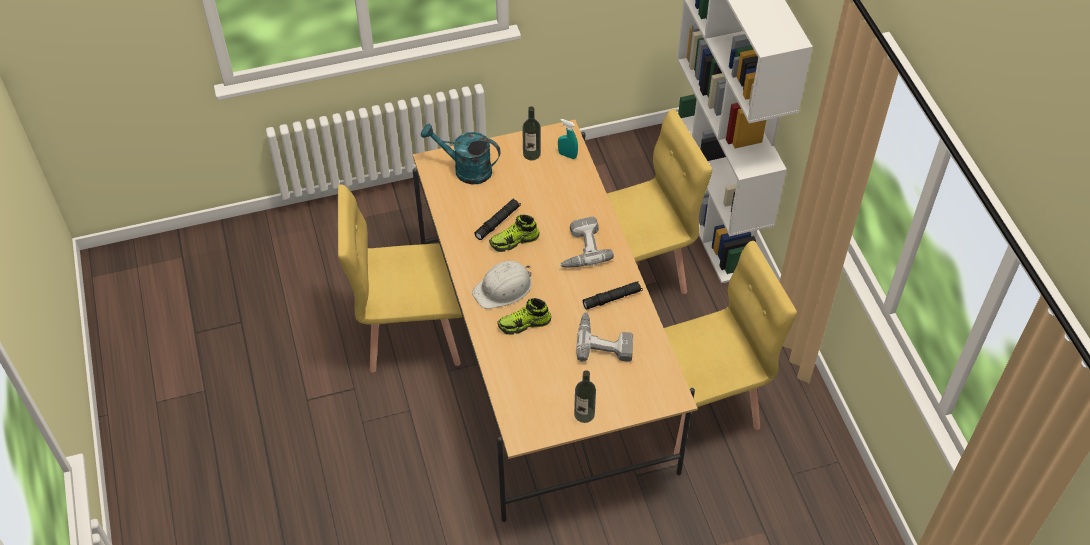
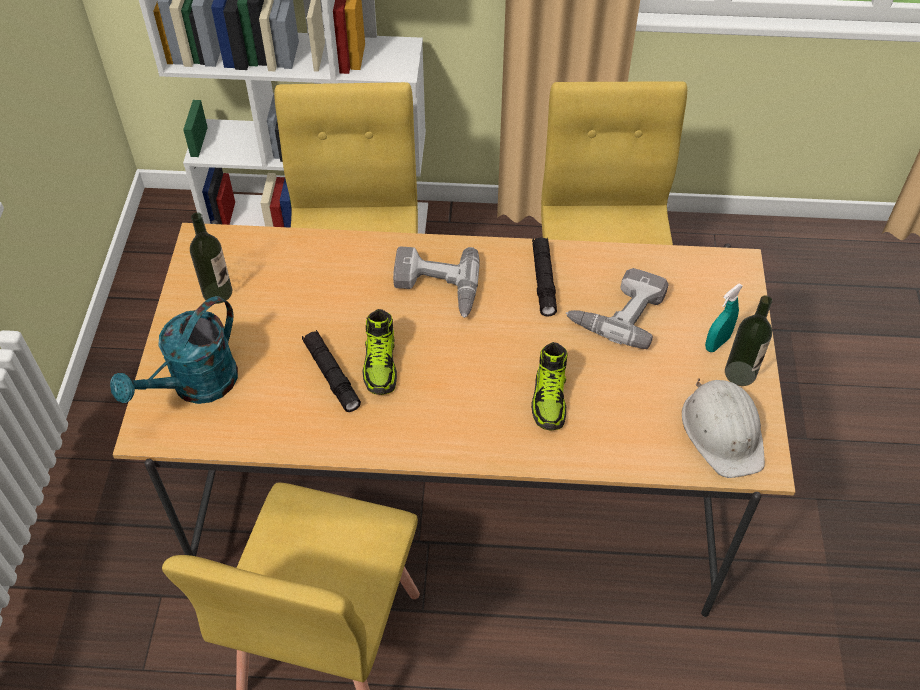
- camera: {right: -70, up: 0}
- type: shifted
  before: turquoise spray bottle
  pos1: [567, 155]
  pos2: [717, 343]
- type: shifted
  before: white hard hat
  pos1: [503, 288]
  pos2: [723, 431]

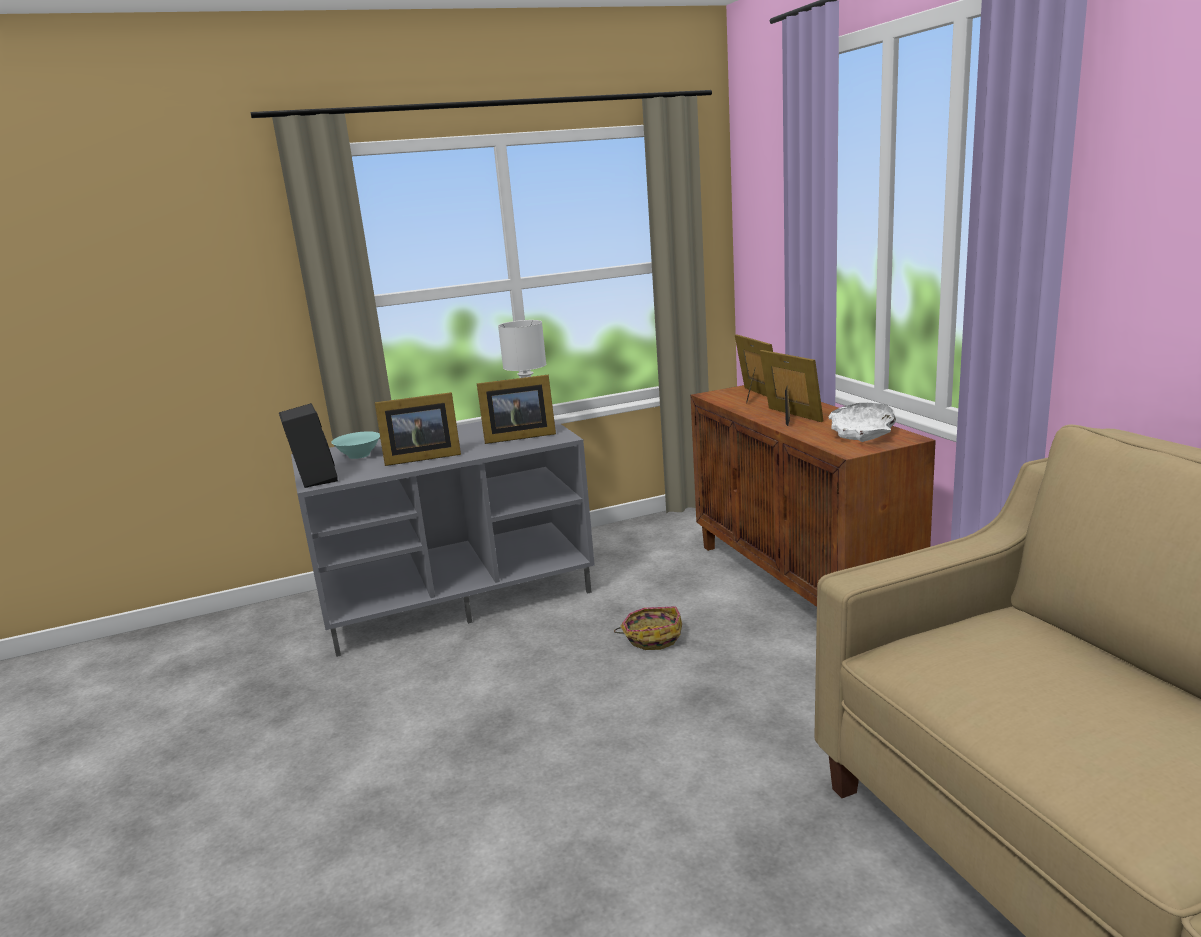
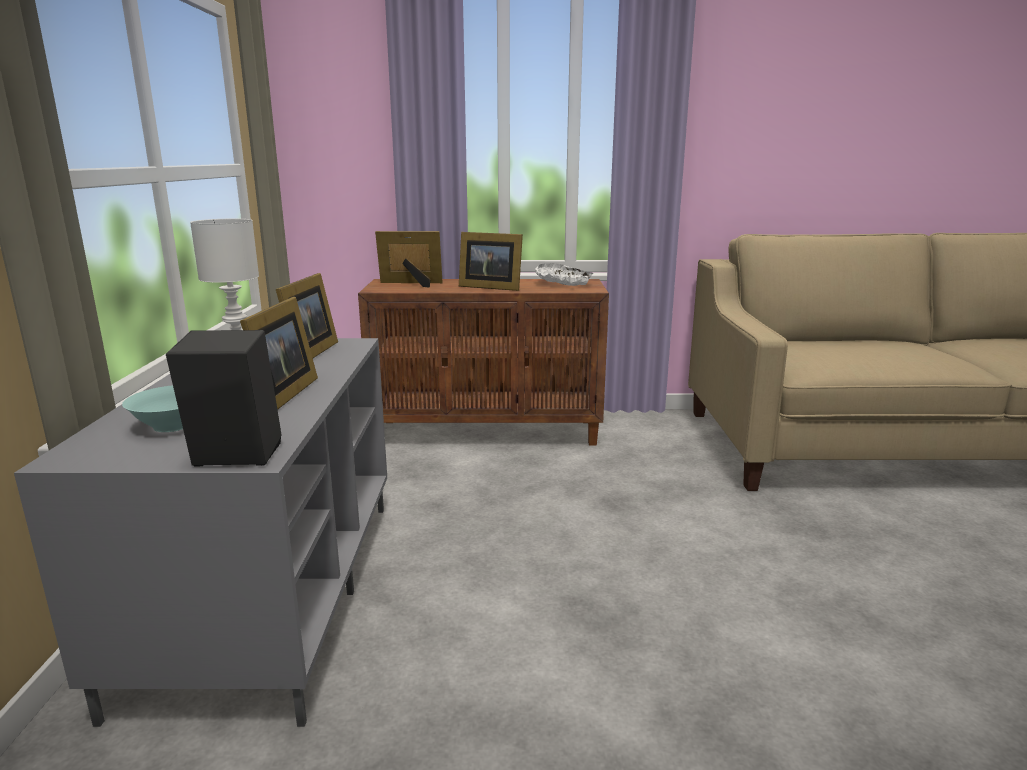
- camera: {right: -70, up: 0}
- type: rotated
  before: picture frame
  pos1: [789, 417]
  pos2: [489, 287]
  turn: -150
- type: gone
  before: basket
  pos1: [652, 637]

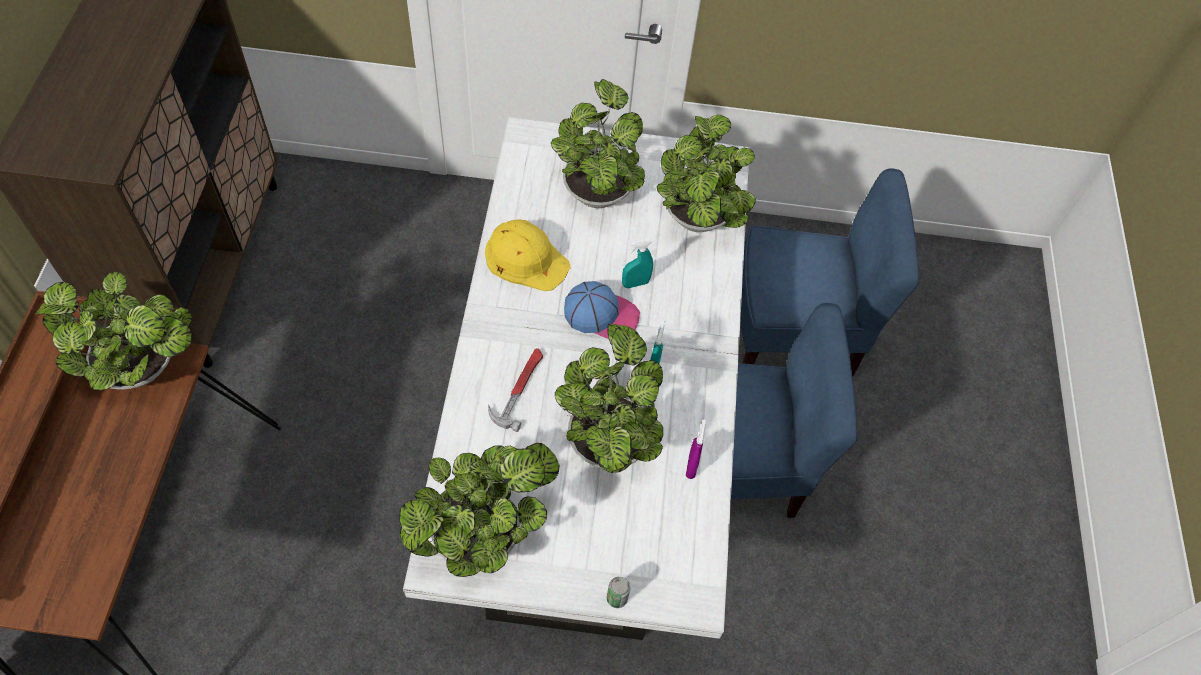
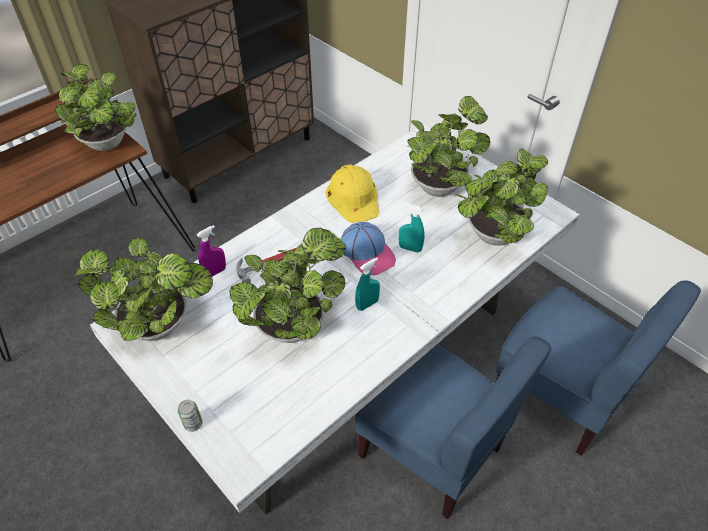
- camera: {right: 45, up: -10}
- type: shifted
  before: purple spray bottle
  pos1: [691, 466]
  pos2: [215, 272]

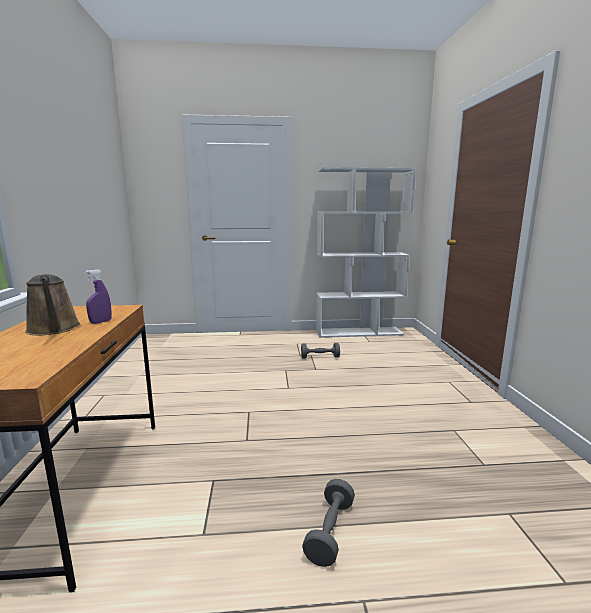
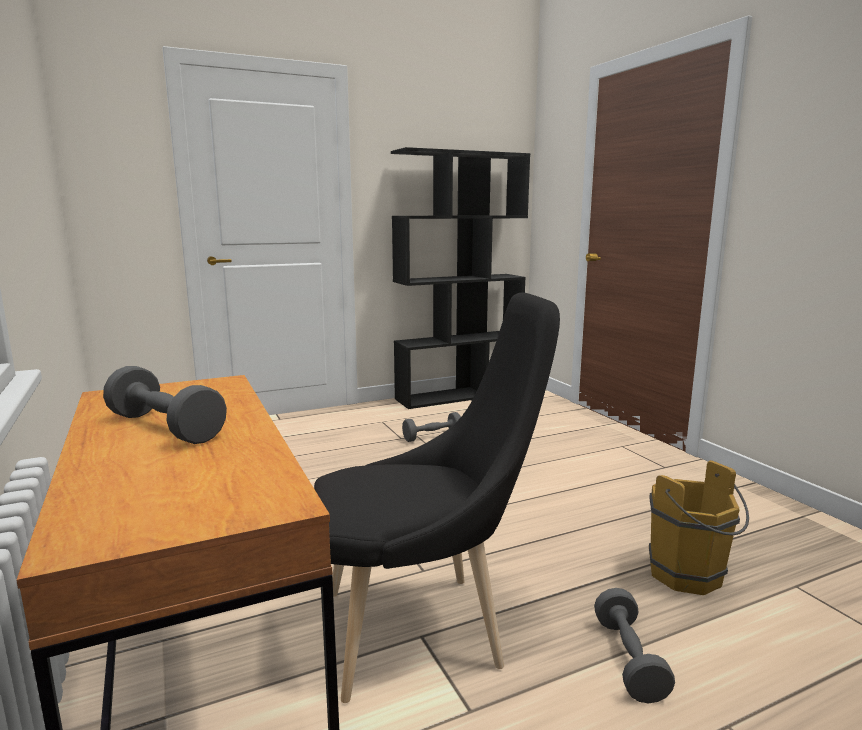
- camera: {right: -20, up: 0}
- type: repainted
  before: white bookcase
  after: black bookcase
  pos1: [359, 332]
  pos2: [459, 395]
- type: gone
  before: purple spray bottle
  pos1: [100, 322]
- type: swapped
  before: brown watering can
  after: grey dumbbell
  pos1: [54, 329]
  pos2: [165, 428]
- type: new
  after: black chair
  pos2: [425, 629]
- type: new
  after: brown bucket
  pos2: [689, 577]

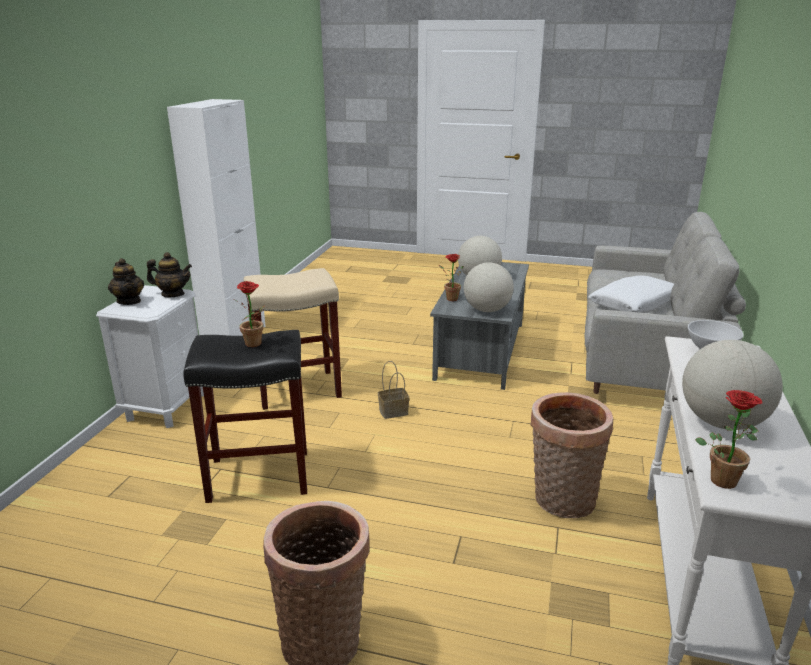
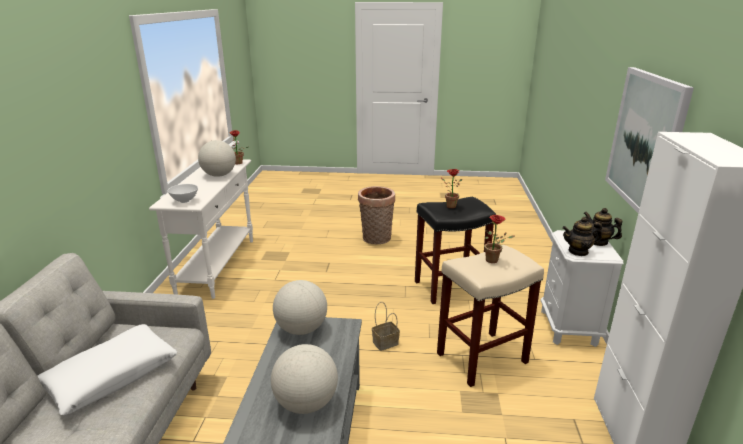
- camera: {right: 170, up: 0}
- type: shifted
  before: potted plant
  pos1: [449, 298]
  pos2: [494, 260]
- type: gone
  before: basket
  pos1: [561, 501]
- type: new
  after: picture
  pos2: [645, 141]

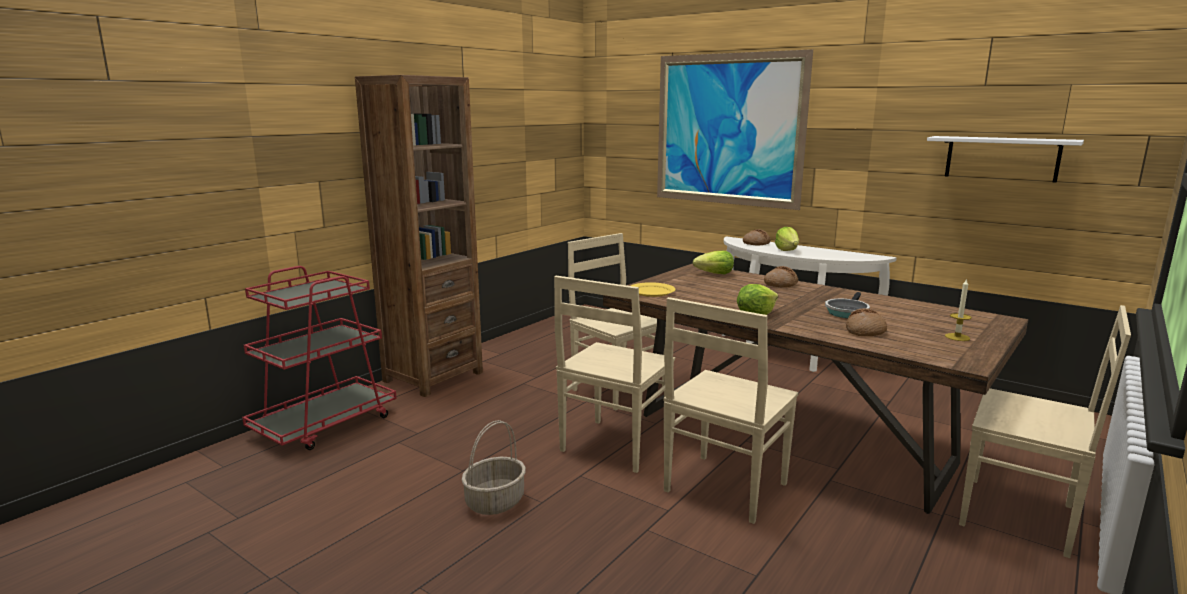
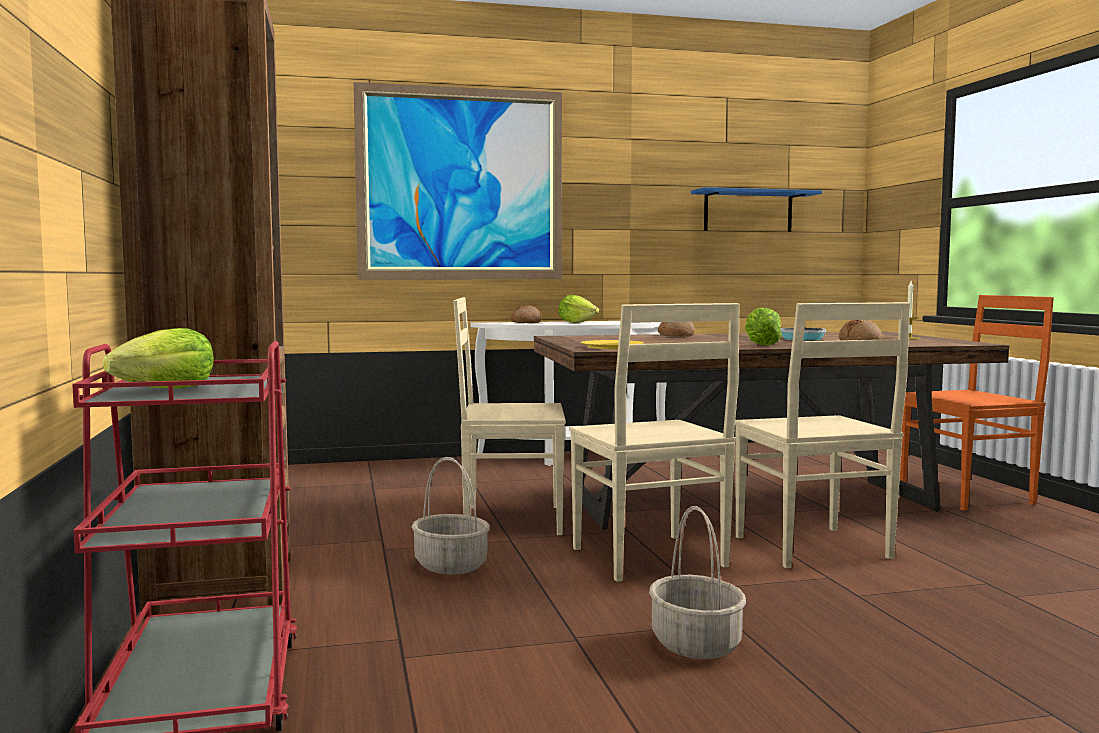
- camera: {right: -50, up: -10}
- type: repainted
  before: white shelf
  after: blue shelf
  pos1: [1001, 158]
  pos2: [748, 211]
- type: shifted
  before: lettuce
  pos1: [715, 274]
  pos2: [166, 390]
- type: repainted
  before: beige chair
  after: orange chair
  pos1: [1021, 517]
  pos2: [968, 495]
- type: new
  after: basket
  pos2: [450, 565]

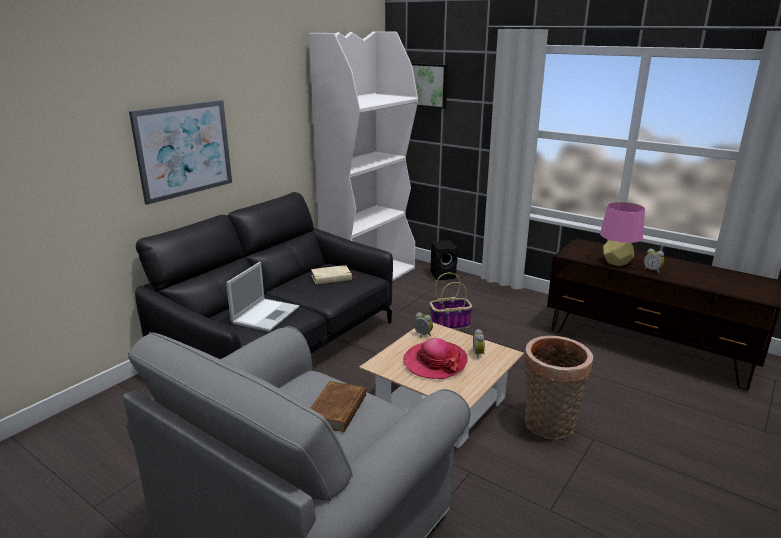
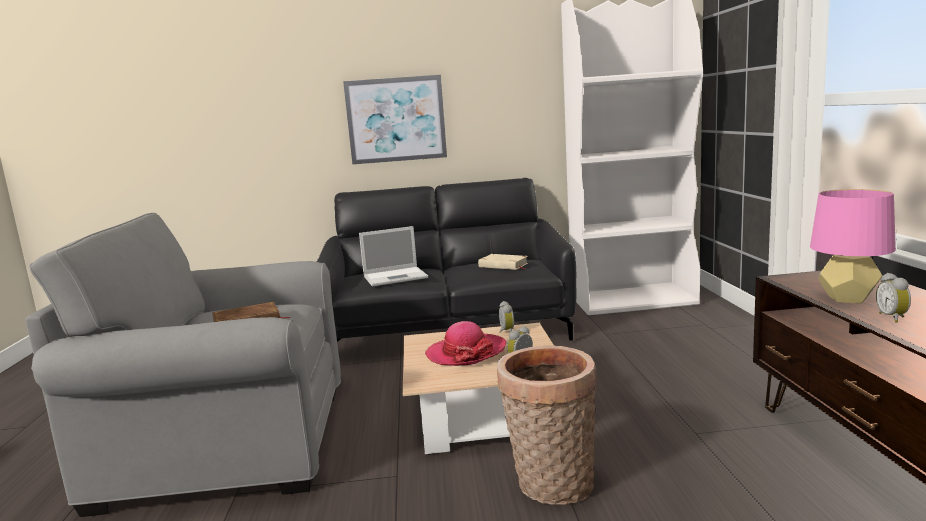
- camera: {right: 50, up: -10}
- type: gone
  before: picture
  pos1: [429, 85]
- type: gone
  before: black speaker
  pos1: [444, 275]
- type: gone
  before: basket
  pos1: [450, 324]

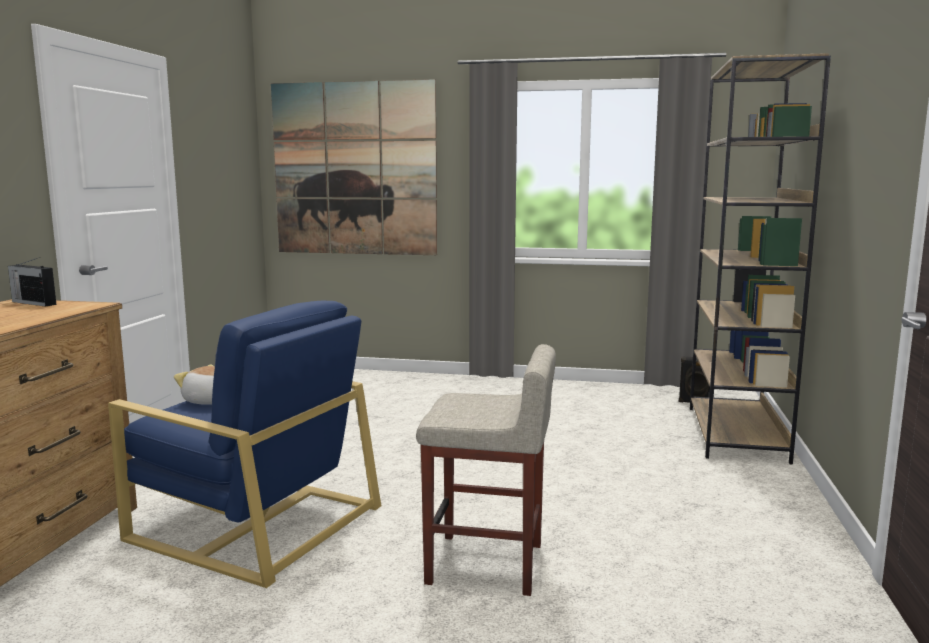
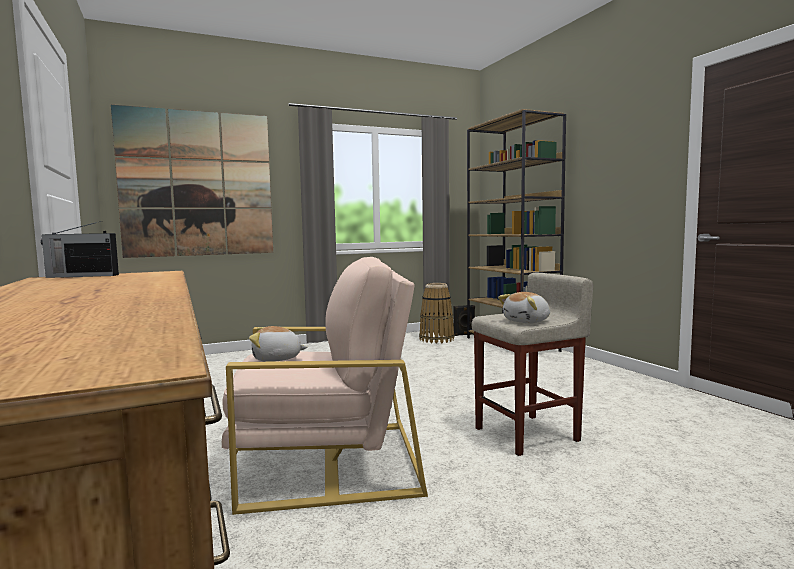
- camera: {right: -35, up: -5}
- type: repainted
  before: blue armchair
  after: beige armchair
  pos1: [254, 522]
  pos2: [328, 462]
- type: new
  after: basket
  pos2: [437, 339]
- type: new
  after: plush toy
  pos2: [527, 321]

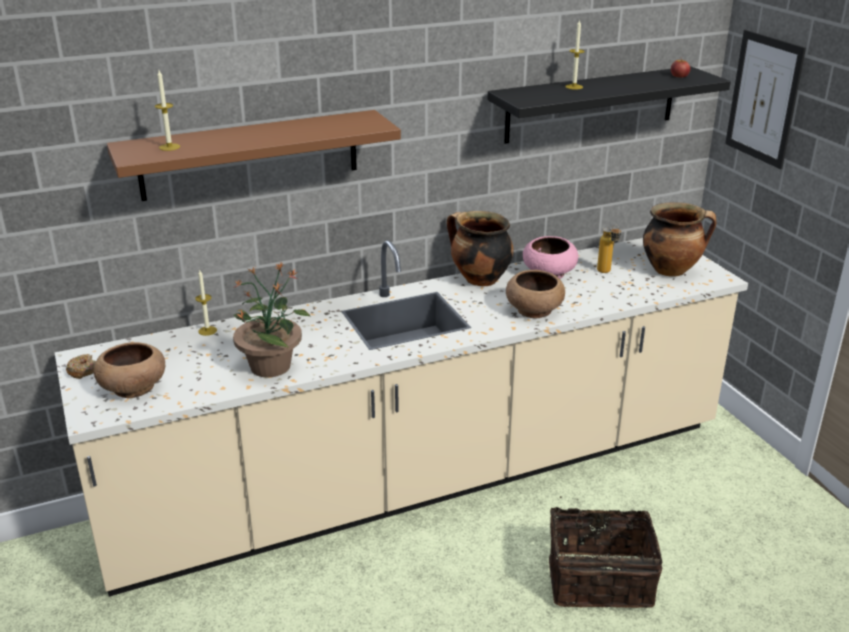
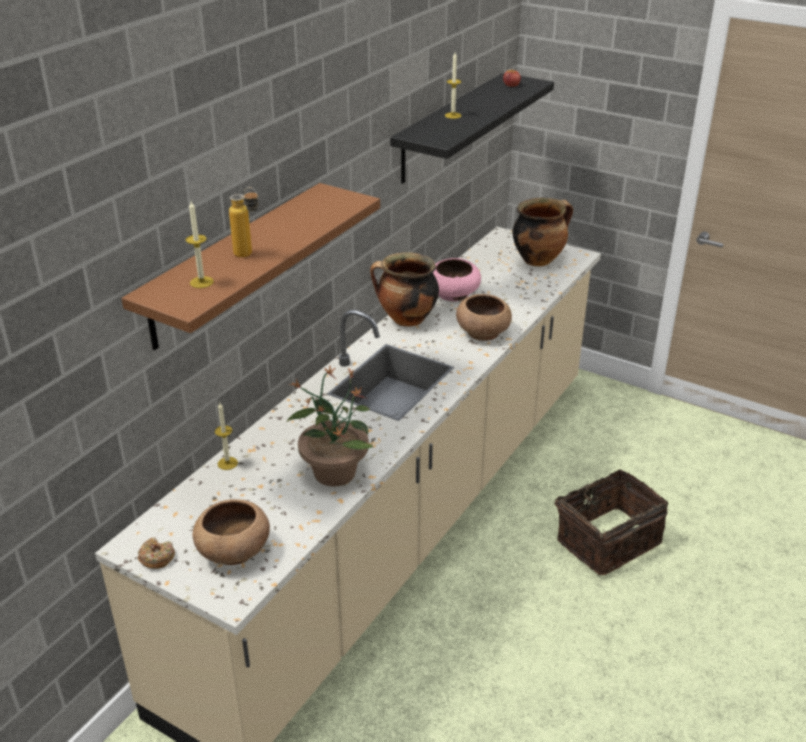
- camera: {right: -35, up: 5}
- type: gone
  before: picture
  pos1: [764, 98]
- type: shifted
  before: bottle
  pos1: [607, 273]
  pos2: [249, 255]

